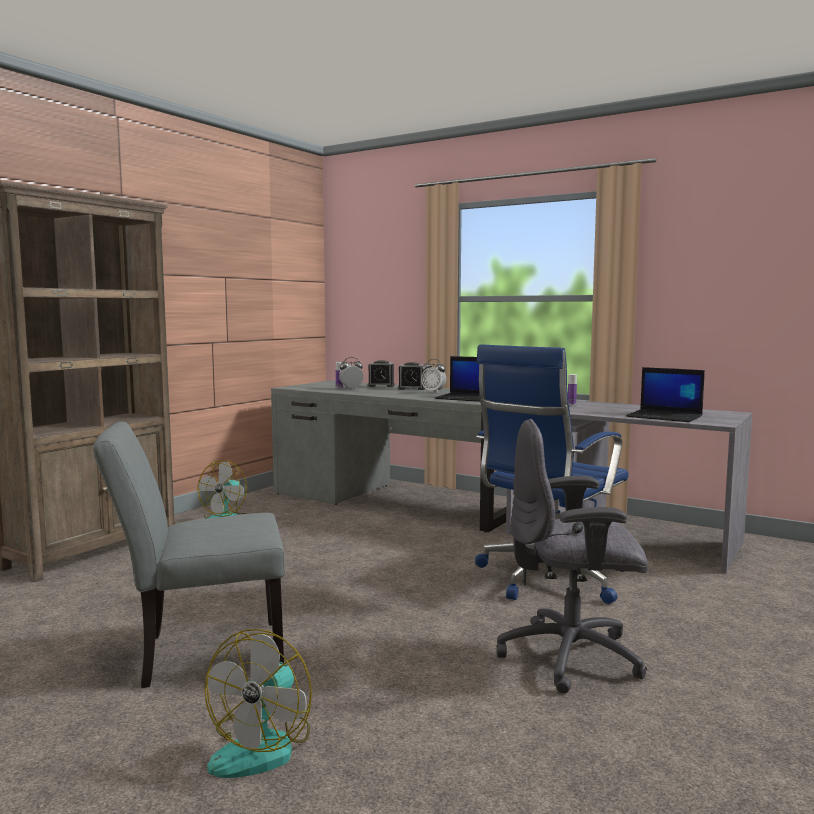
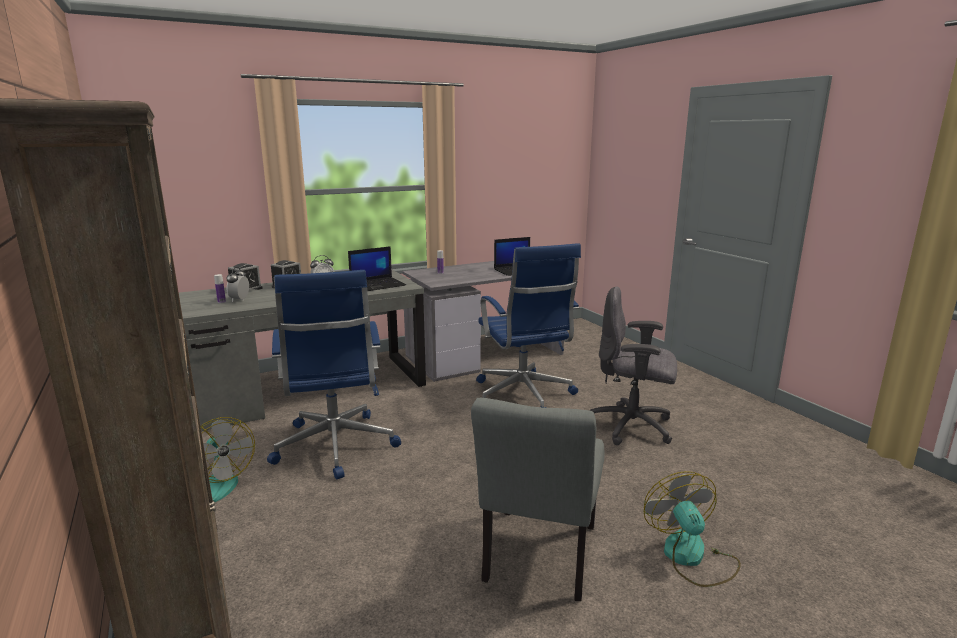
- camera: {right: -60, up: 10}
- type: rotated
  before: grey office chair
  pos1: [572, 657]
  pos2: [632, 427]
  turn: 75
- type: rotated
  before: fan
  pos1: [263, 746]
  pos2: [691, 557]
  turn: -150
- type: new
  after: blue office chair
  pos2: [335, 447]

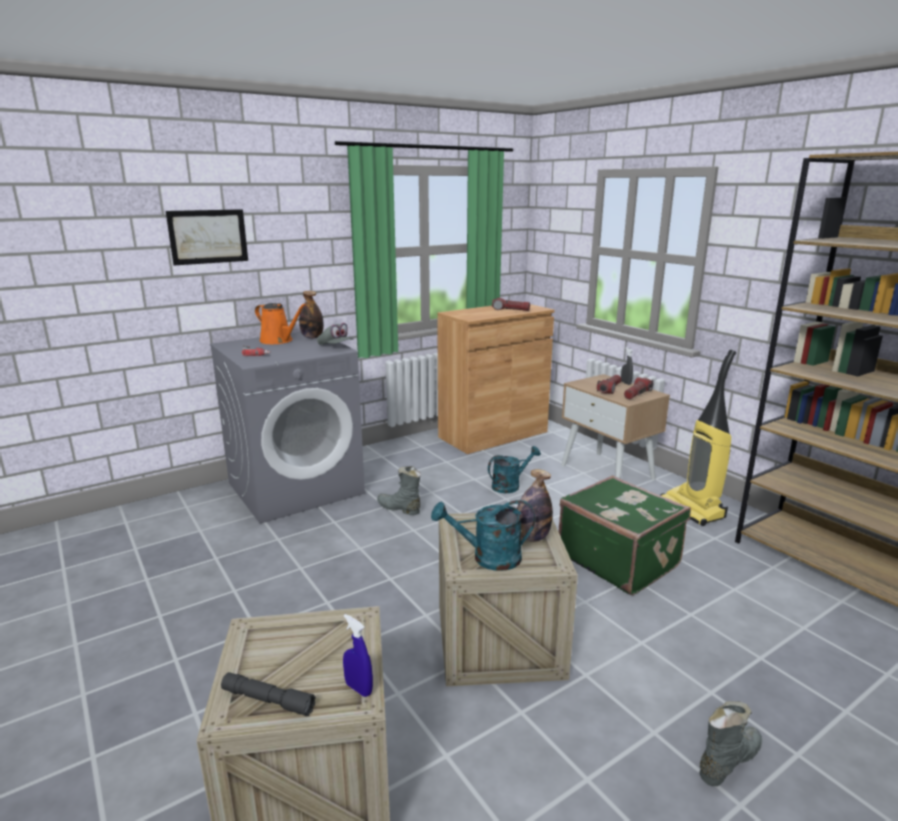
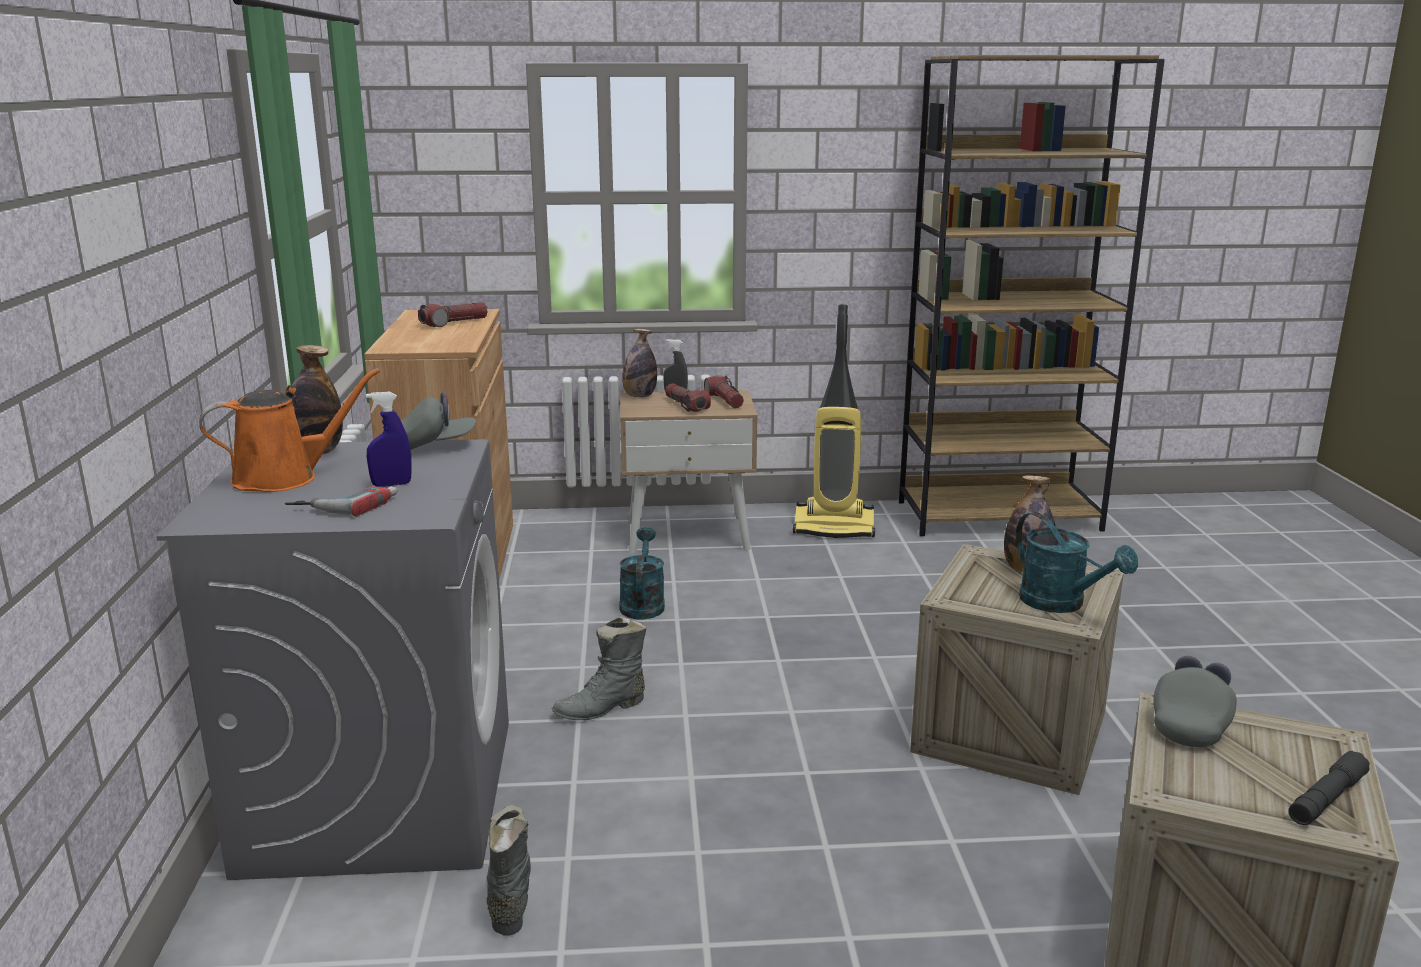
- camera: {right: -60, up: 0}
- type: gone
  before: picture
  pos1: [208, 236]
- type: gone
  before: green suitcase
  pos1: [618, 559]
- type: rotated
  before: turquoise watering can
  pos1: [488, 558]
  pos2: [1061, 604]
  turn: -60
- type: shifted
  before: blue spray bottle
  pos1: [358, 688]
  pos2: [391, 484]
- type: shifted
  before: grey boot
  pos1: [727, 761]
  pos2: [509, 897]
- type: new
  after: bottle
  pos2: [639, 396]
- type: new
  after: grey cap
  pos2: [1191, 724]

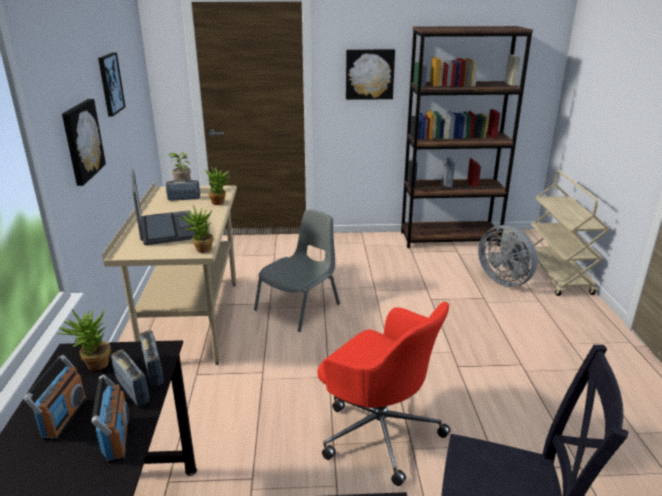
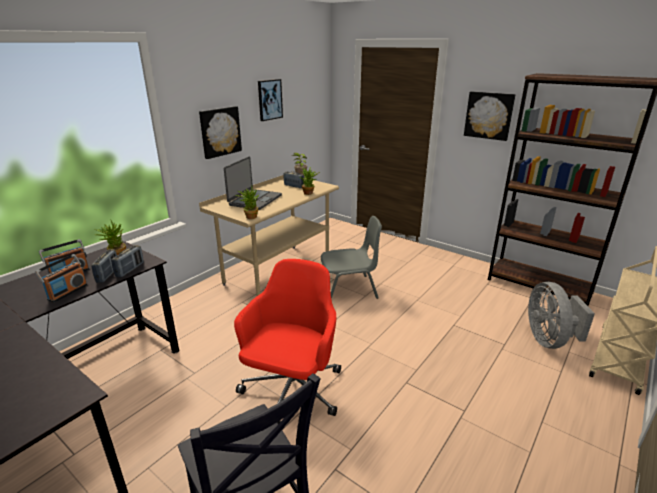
- camera: {right: 40, up: 0}
- type: rotated
  before: red office chair
  pos1: [379, 430]
  pos2: [292, 390]
  turn: -150

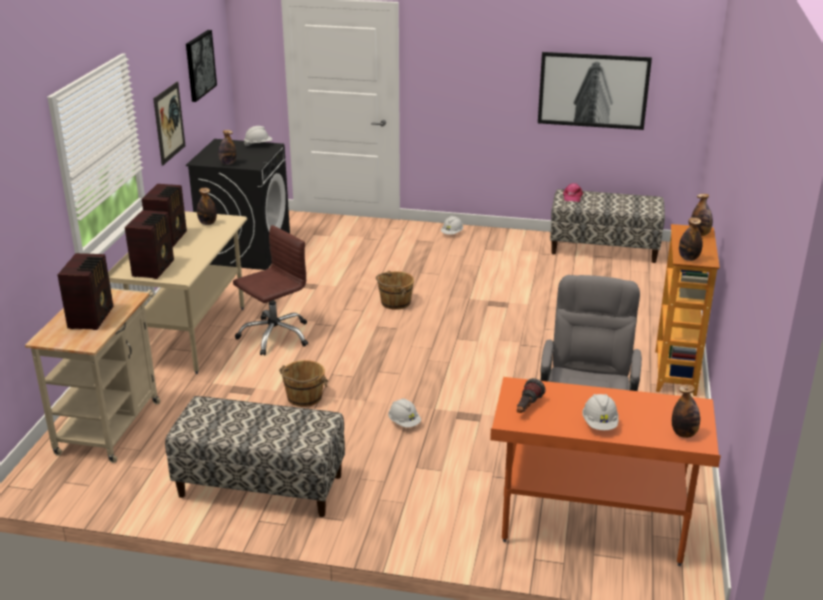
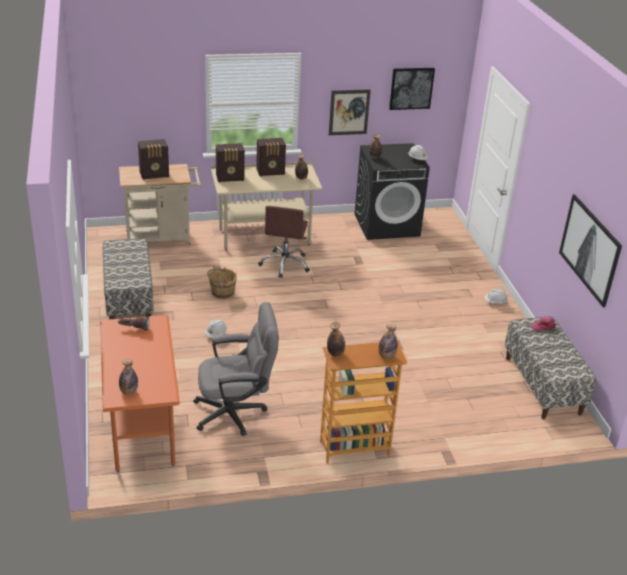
- camera: {right: 65, up: 5}
- type: rotated
  before: brown office chair
  pos1: [274, 335]
  pos2: [285, 264]
  turn: 75
- type: gone
  before: brown bucket
  pos1: [395, 302]
- type: gone
  before: white hard hat
  pos1: [599, 423]

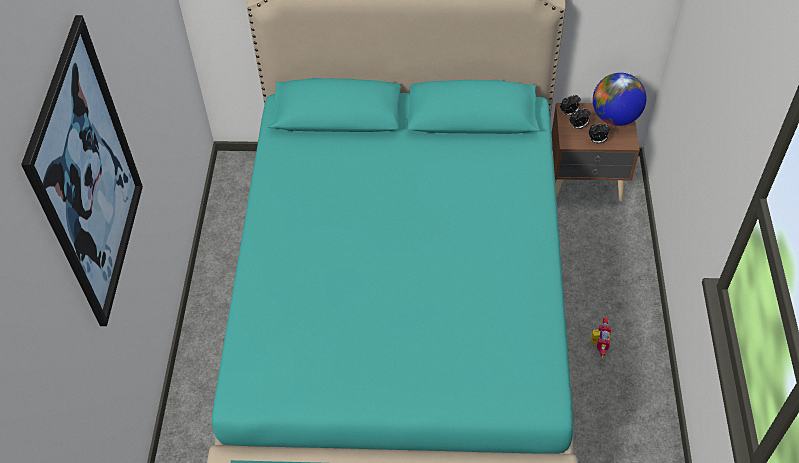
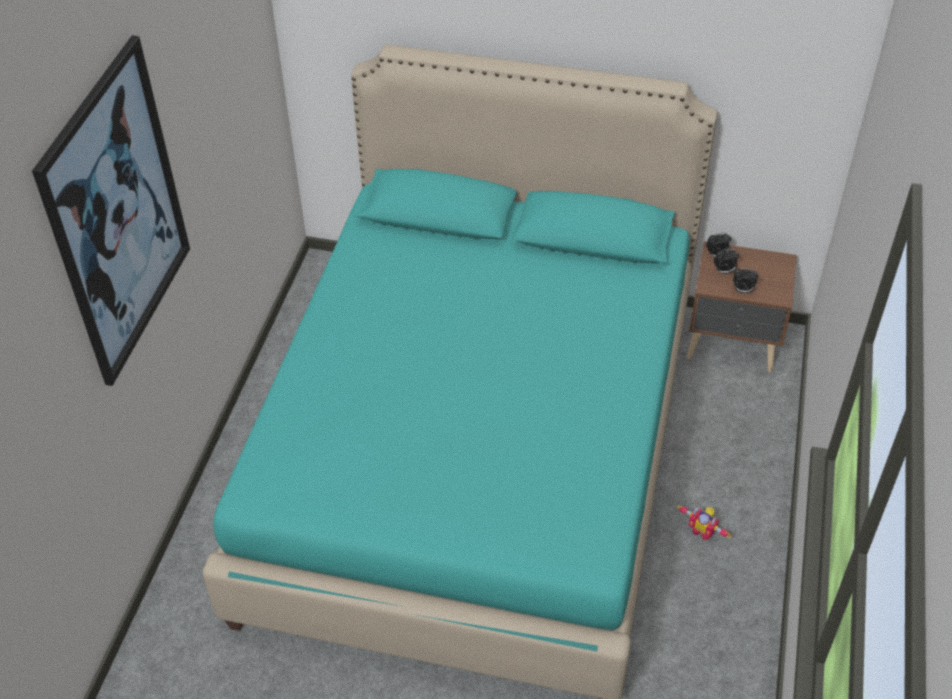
- camera: {right: 10, up: -5}
- type: gone
  before: globe
  pos1: [615, 117]
- type: rotated
  before: toy robot
  pos1: [598, 345]
  pos2: [703, 531]
  turn: 105

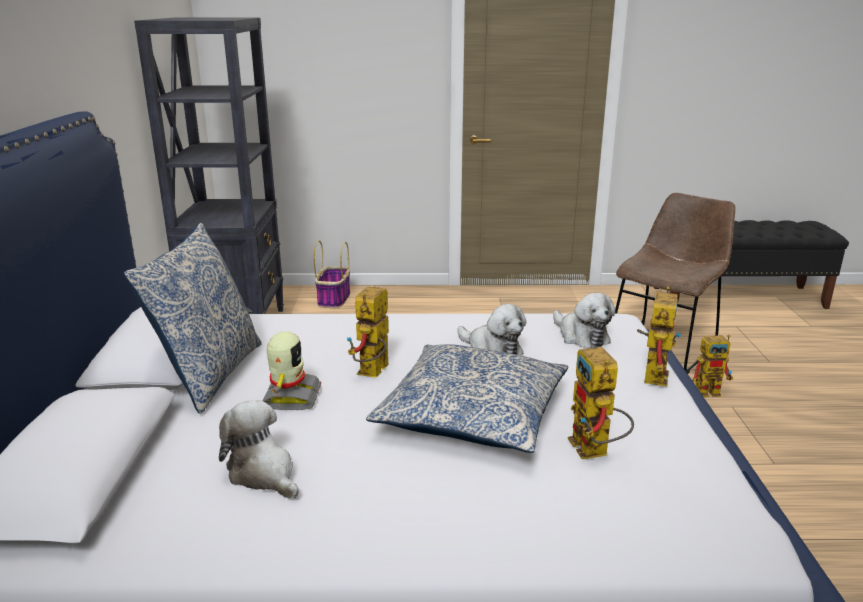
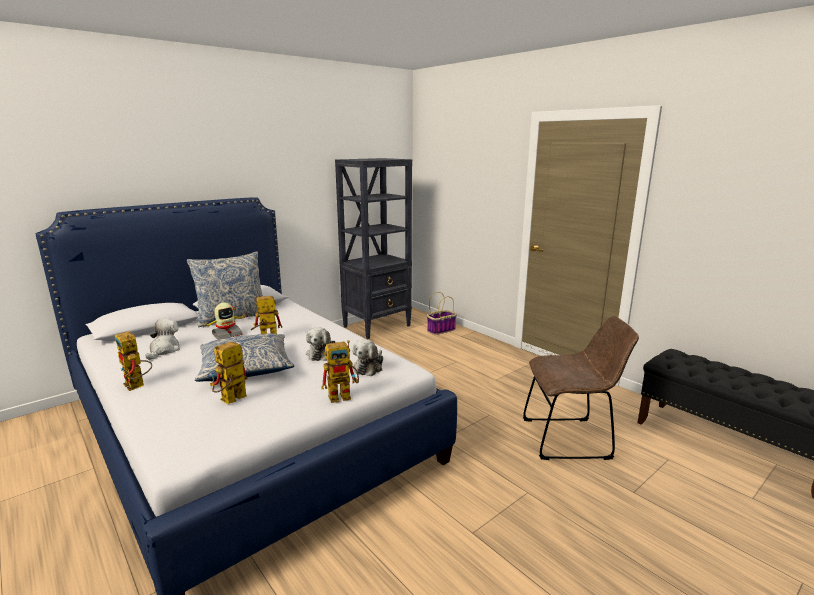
- camera: {right: 50, up: -5}
- type: shifted
  before: toy robot
  pos1: [711, 391]
  pos2: [138, 386]

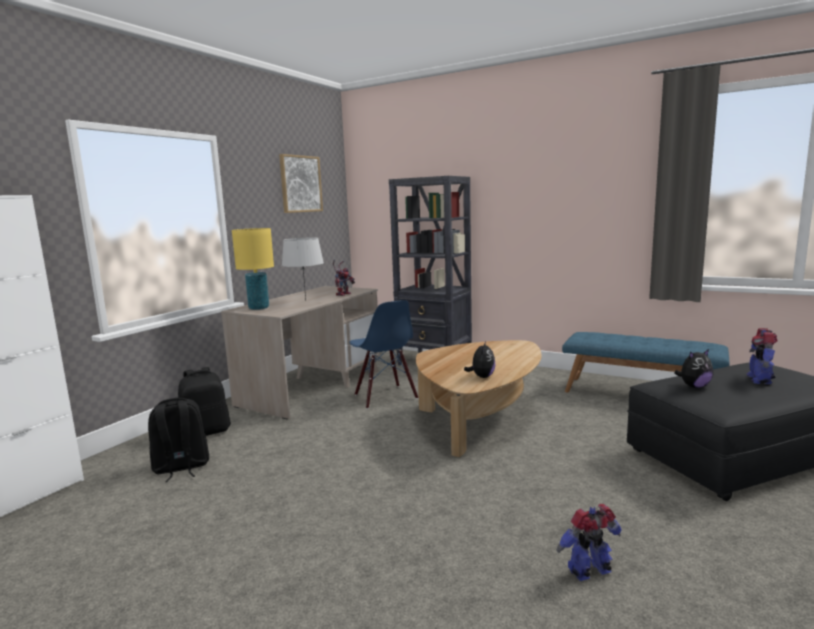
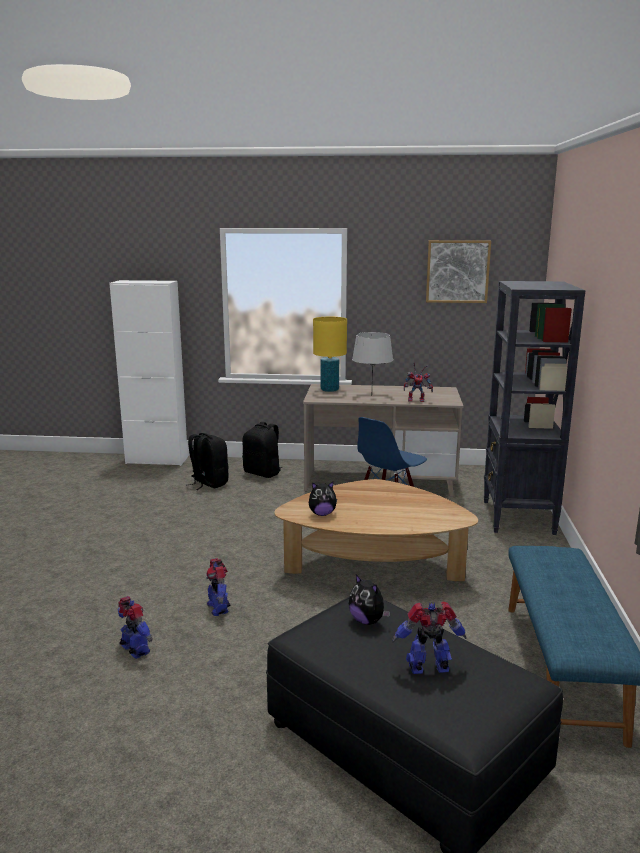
- camera: {right: 65, up: 5}
- type: new
  after: toy robot
  pos2: [218, 608]

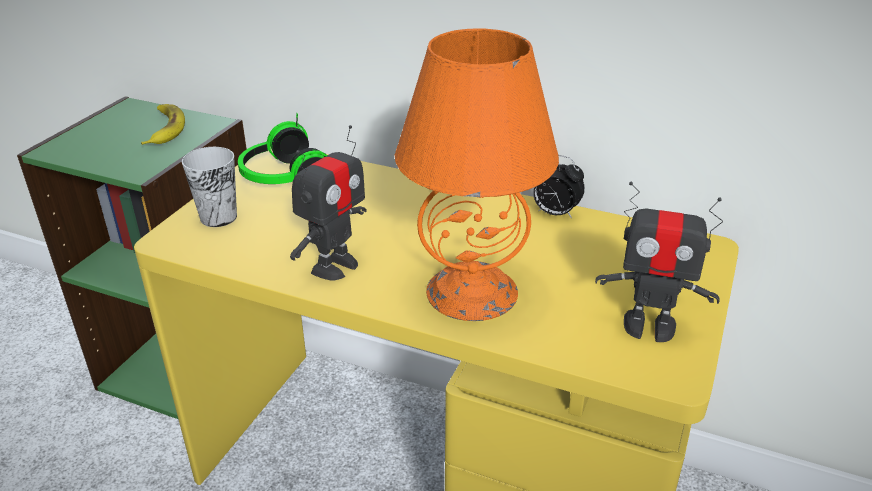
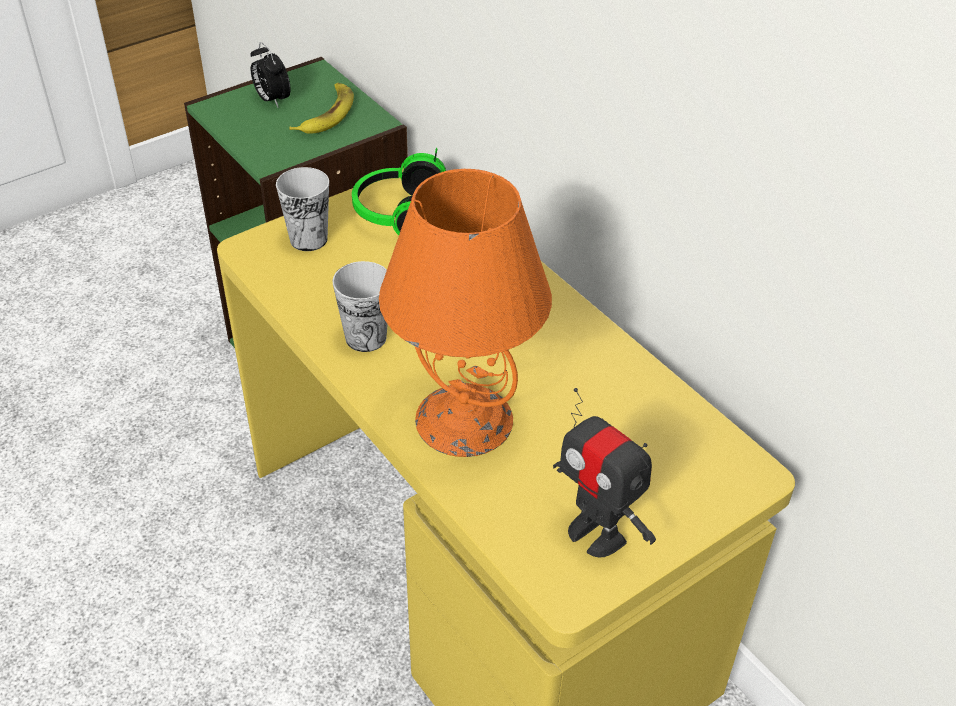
- camera: {right: 30, up: 10}
- type: swapped
  before: toy robot
  after: cup
  pos1: [334, 266]
  pos2: [366, 337]
- type: shifted
  before: alarm clock
  pos1: [554, 213]
  pos2: [272, 100]

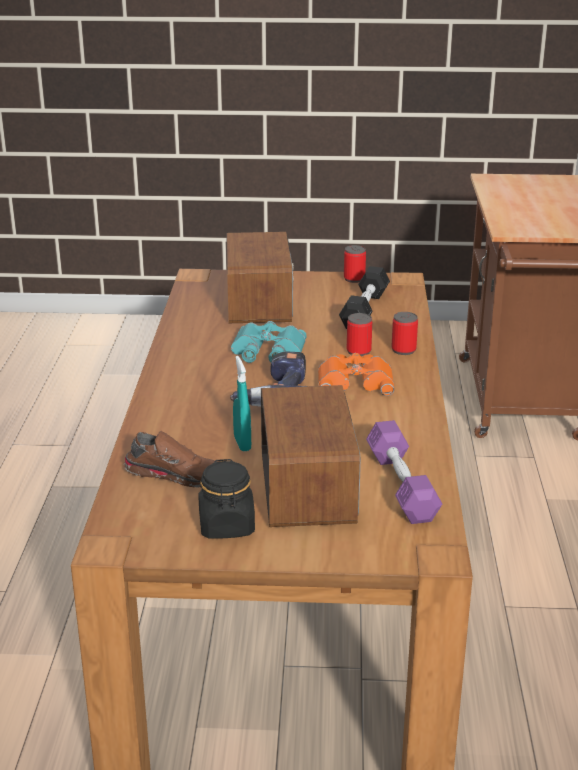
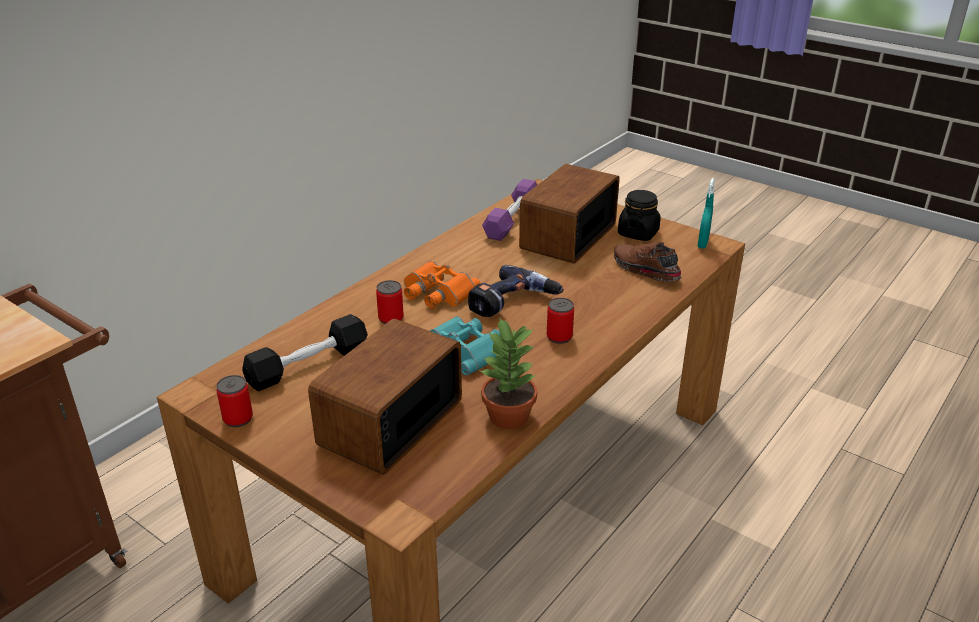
- camera: {right: -145, up: 5}
- type: shifted
  before: can
  pos1: [403, 350]
  pos2: [559, 337]
- type: shifted
  before: turquoise spray bottle
  pos1: [242, 443]
  pos2: [703, 243]
- type: new
  after: potted plant
  pos2: [509, 417]

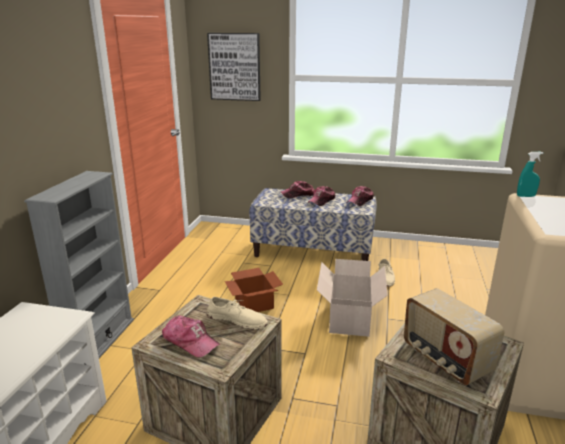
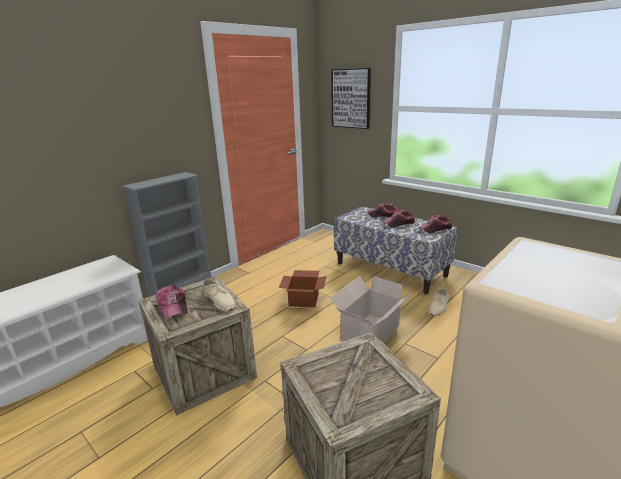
- camera: {right: 30, up: 0}
- type: gone
  before: turquoise spray bottle
  pos1: [526, 196]
- type: gone
  before: radio
  pos1: [444, 360]

